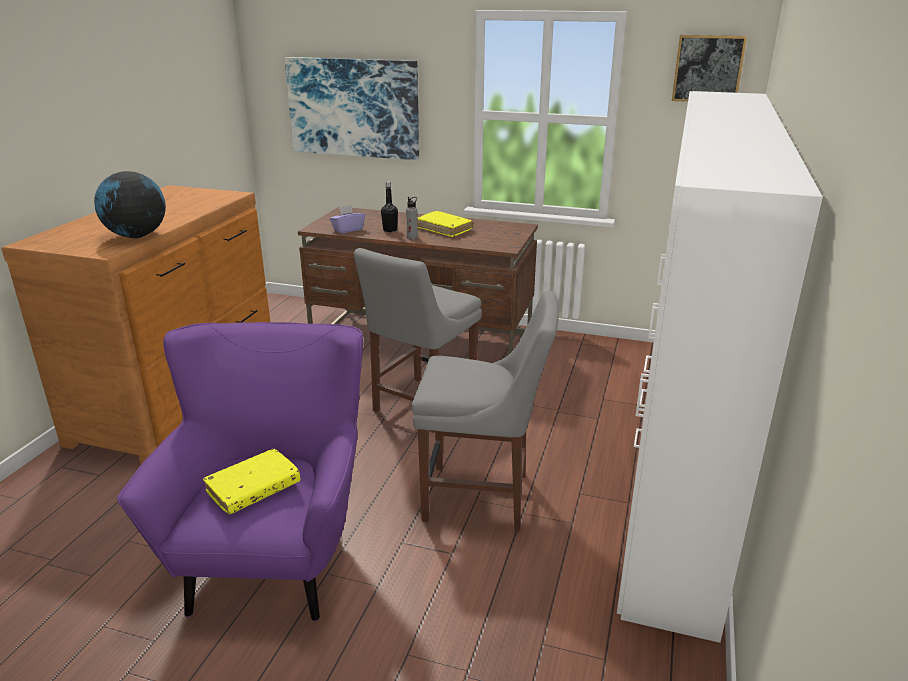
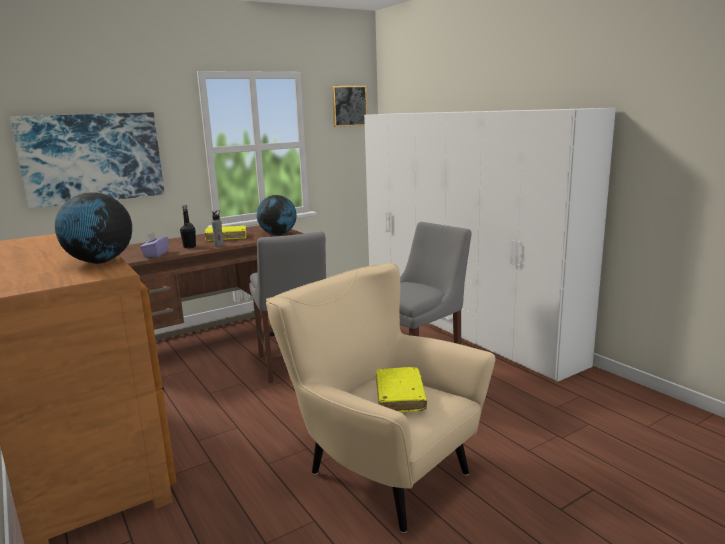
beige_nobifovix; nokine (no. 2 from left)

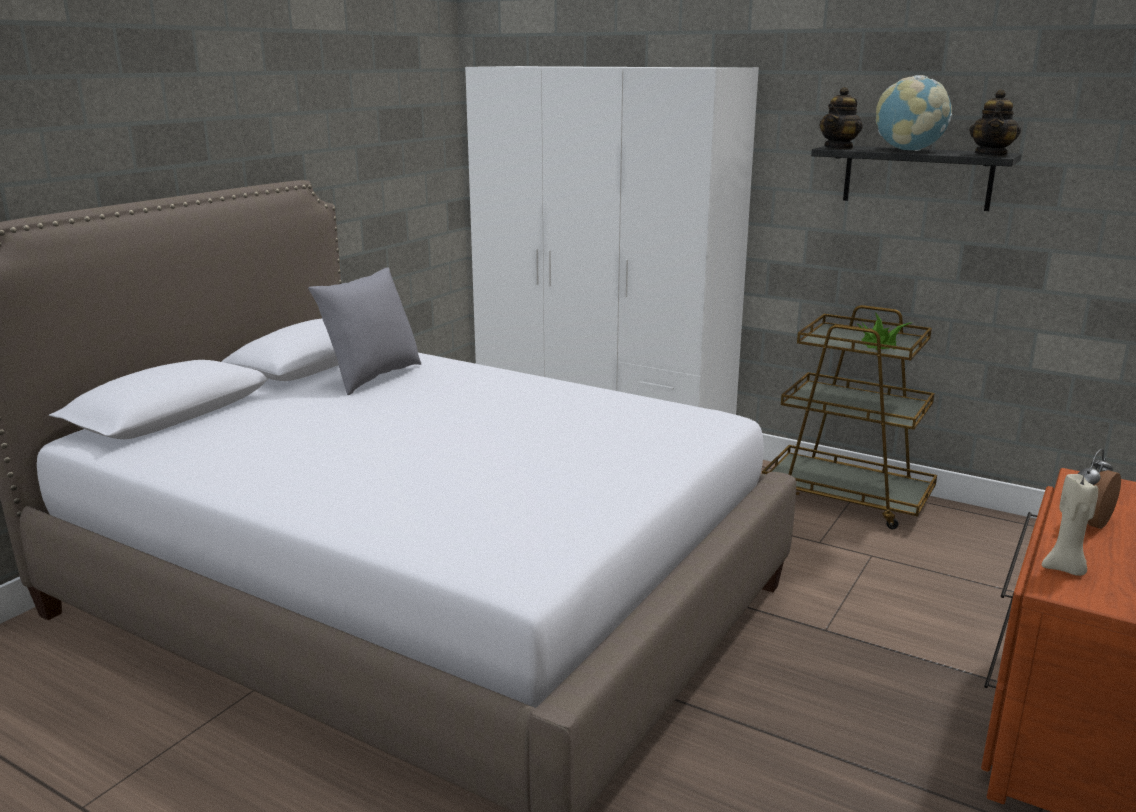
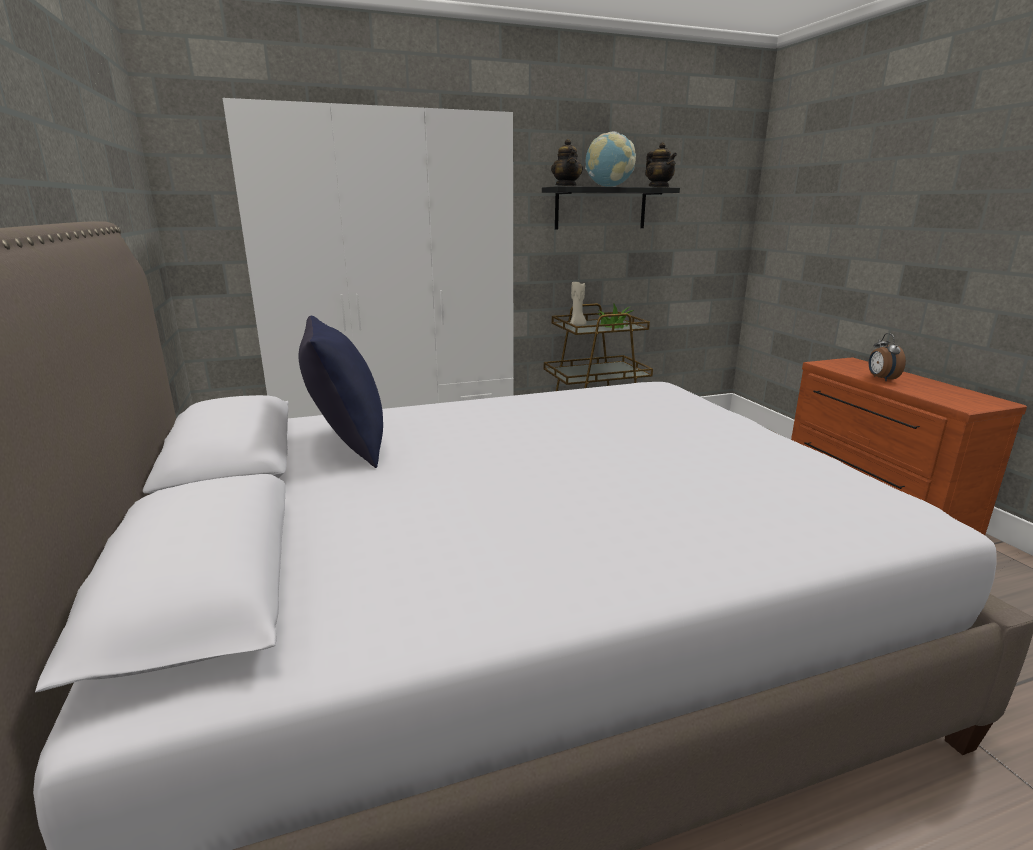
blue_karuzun; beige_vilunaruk

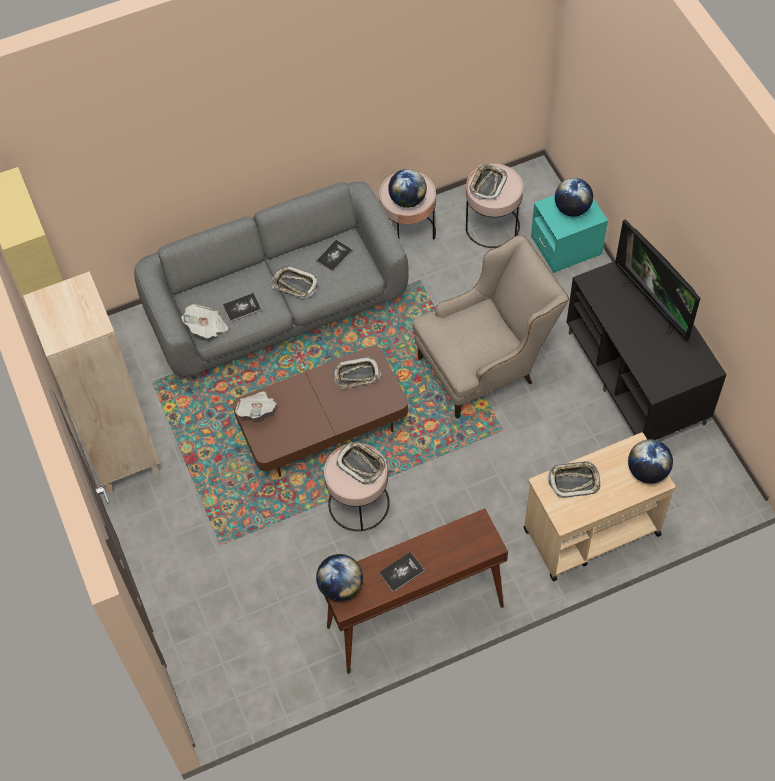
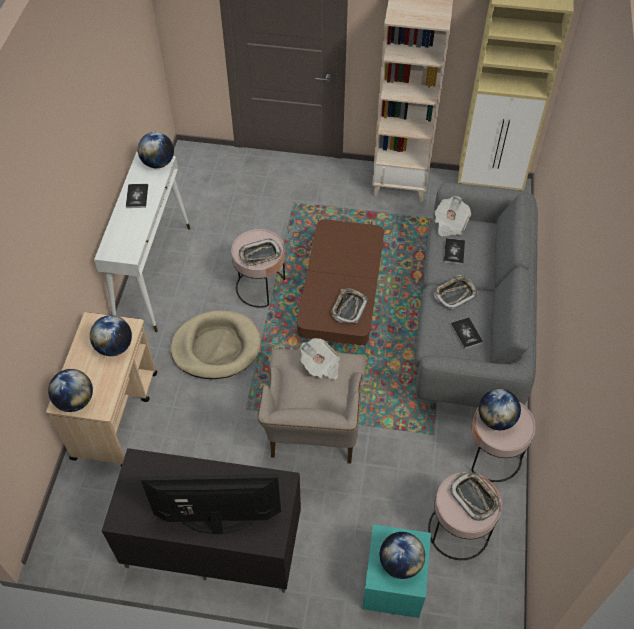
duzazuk (no. 1 from left); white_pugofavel; nokine (no. 2 from left); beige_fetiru

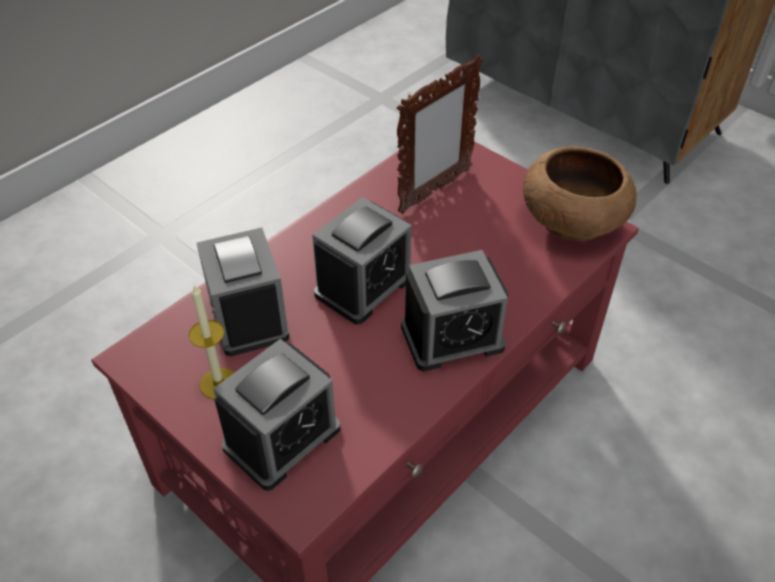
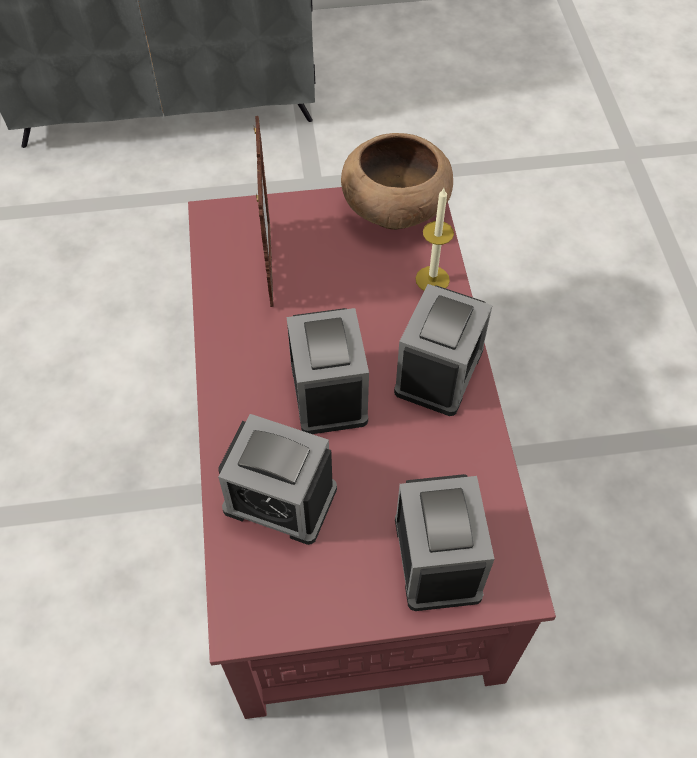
vilunaruk

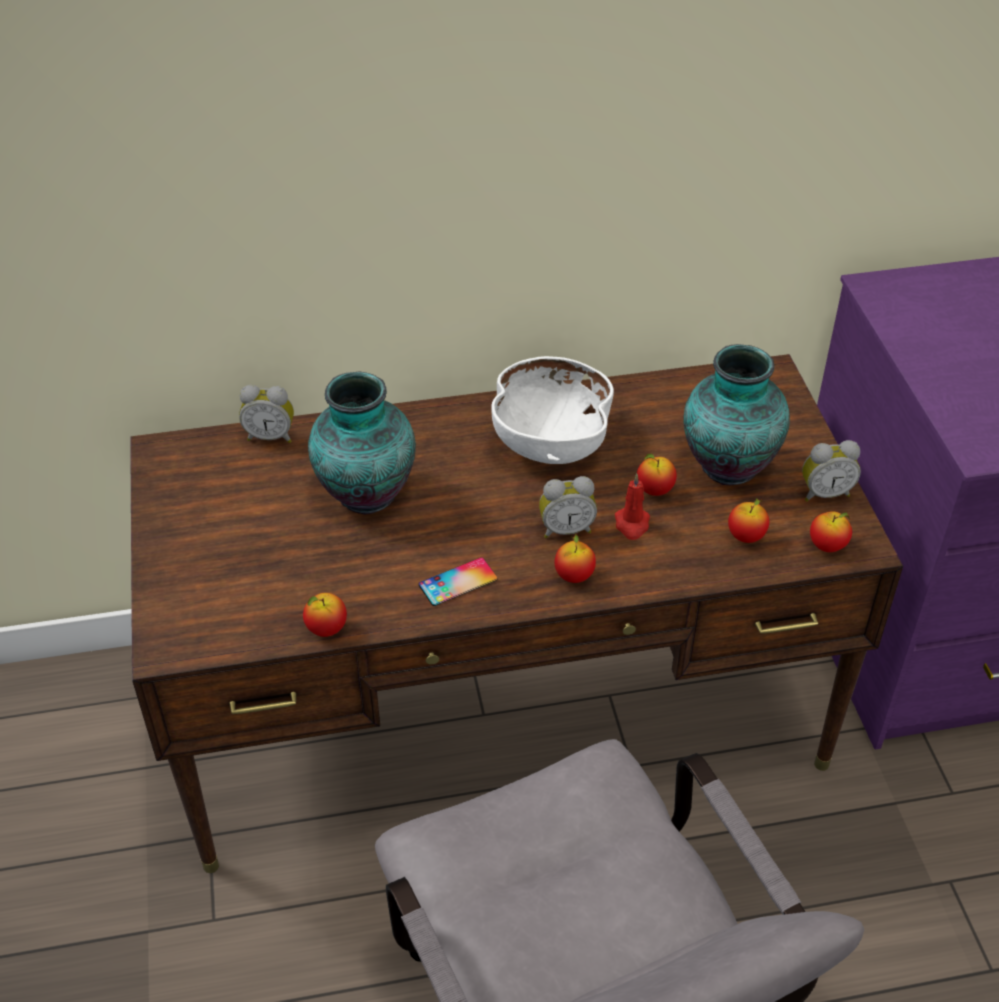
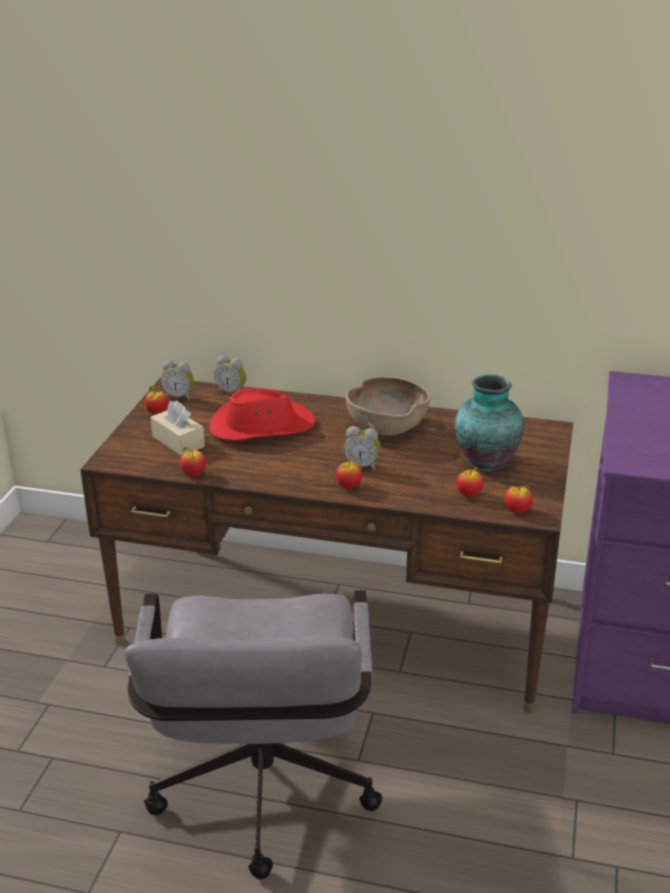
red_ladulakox; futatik; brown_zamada; red_vilunaruk; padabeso (no. 1 from left); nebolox (no. 1 from left); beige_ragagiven

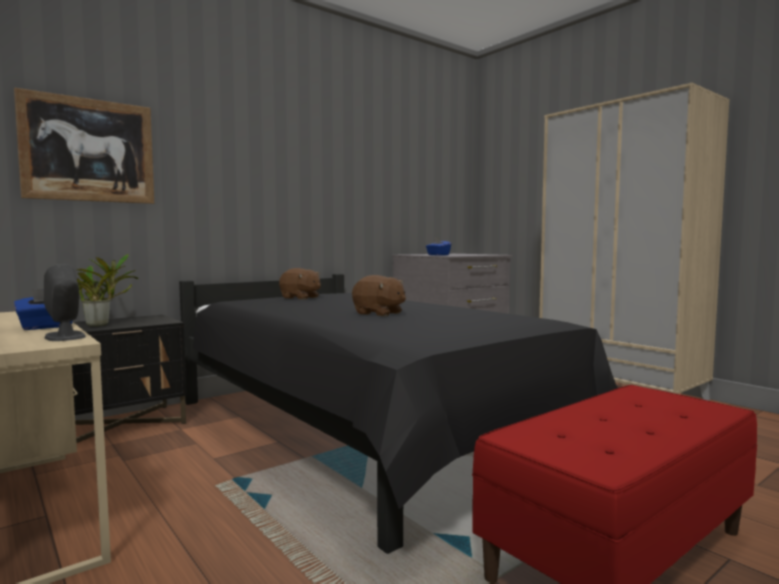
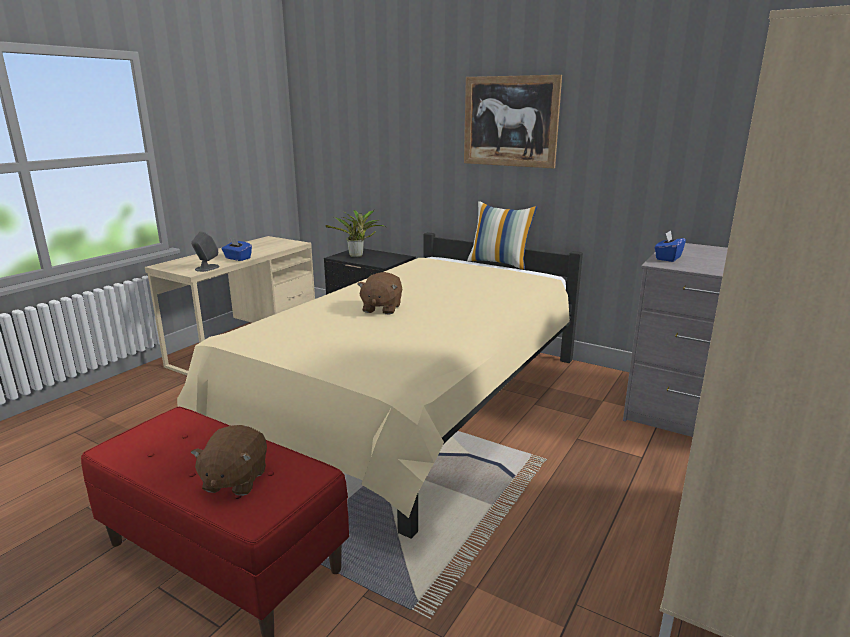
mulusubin; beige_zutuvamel; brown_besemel (no. 1 from left); karuzun

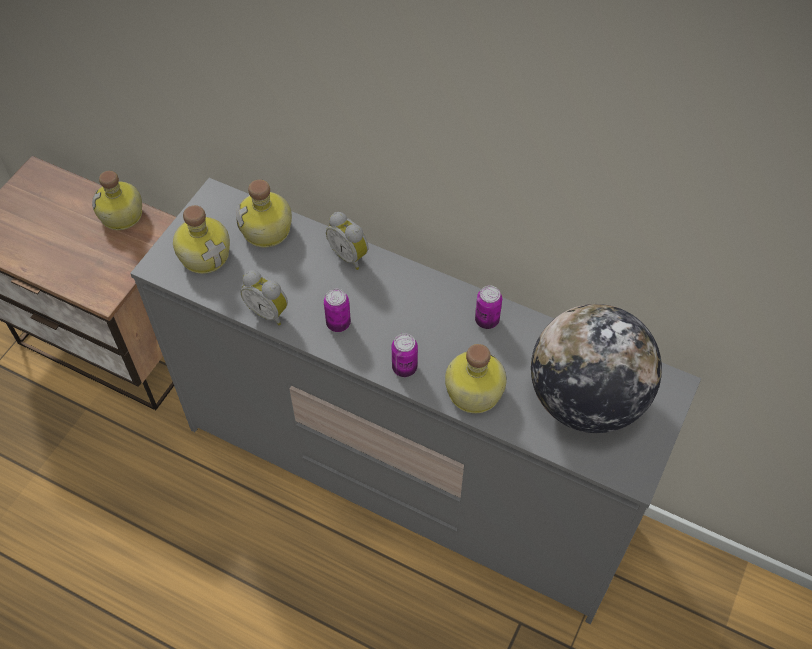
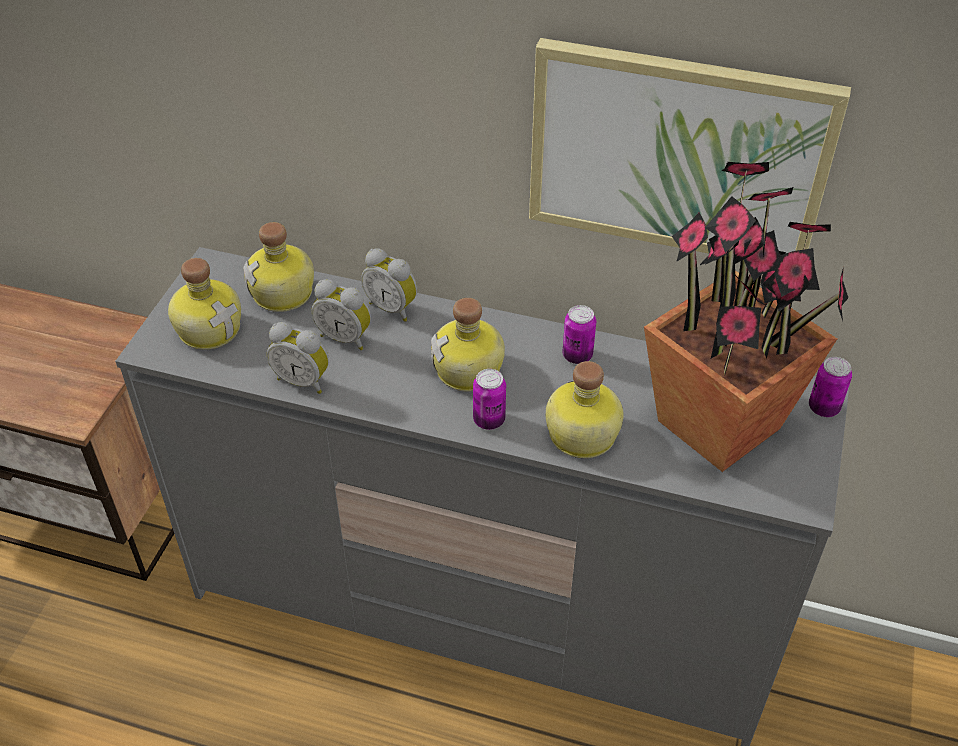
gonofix (no. 3 from left); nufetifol (no. 3 from left); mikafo; nebolox (no. 2 from left); mulusubin

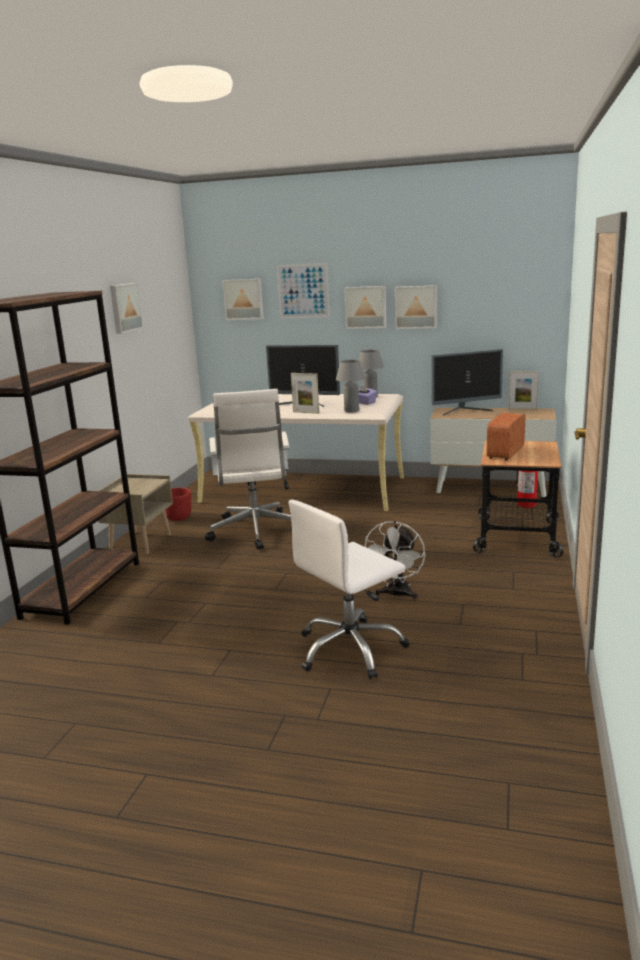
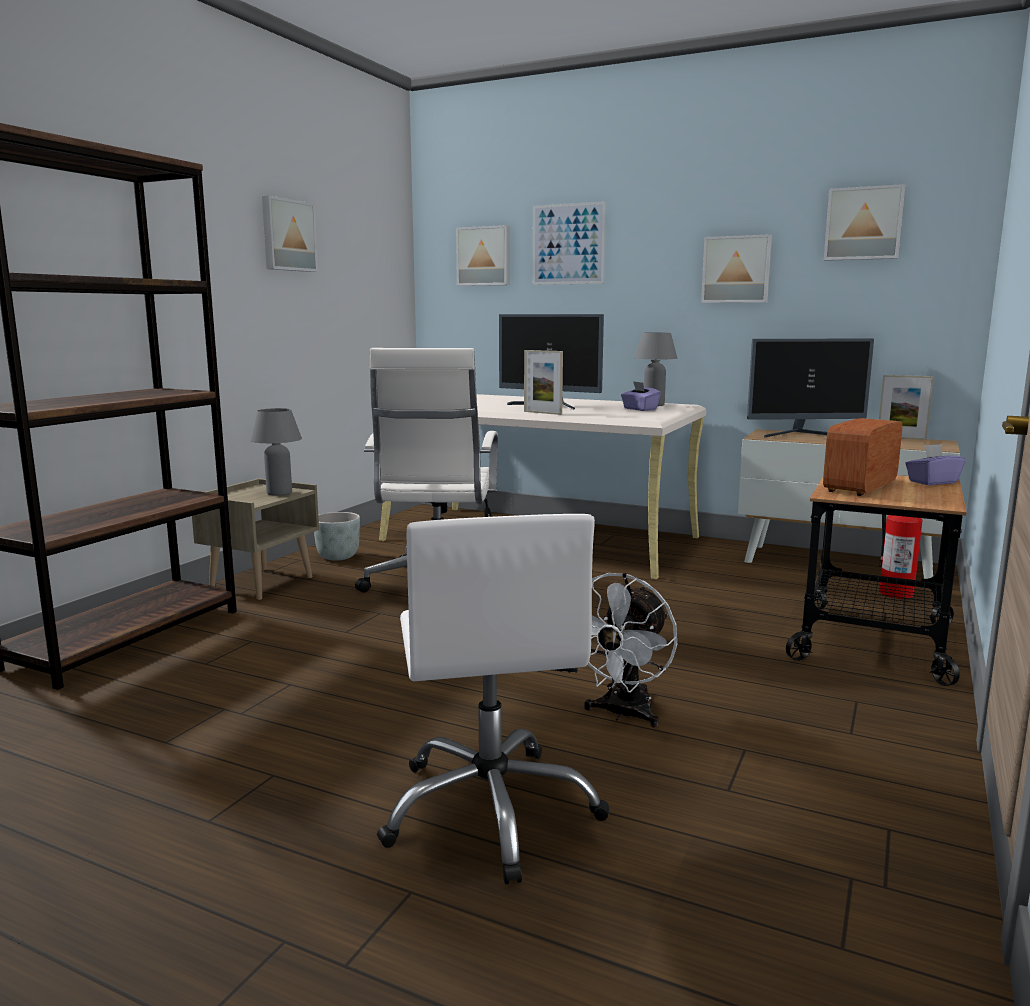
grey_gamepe; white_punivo (no. 2 from left); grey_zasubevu (no. 1 from left); mulusubin (no. 5 from left); purple_ragagiven (no. 2 from left)

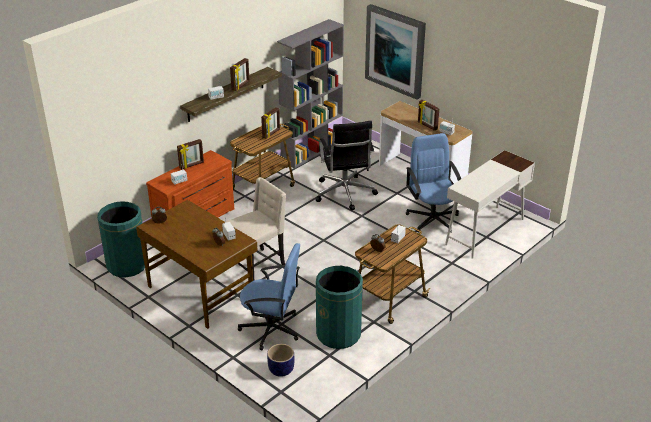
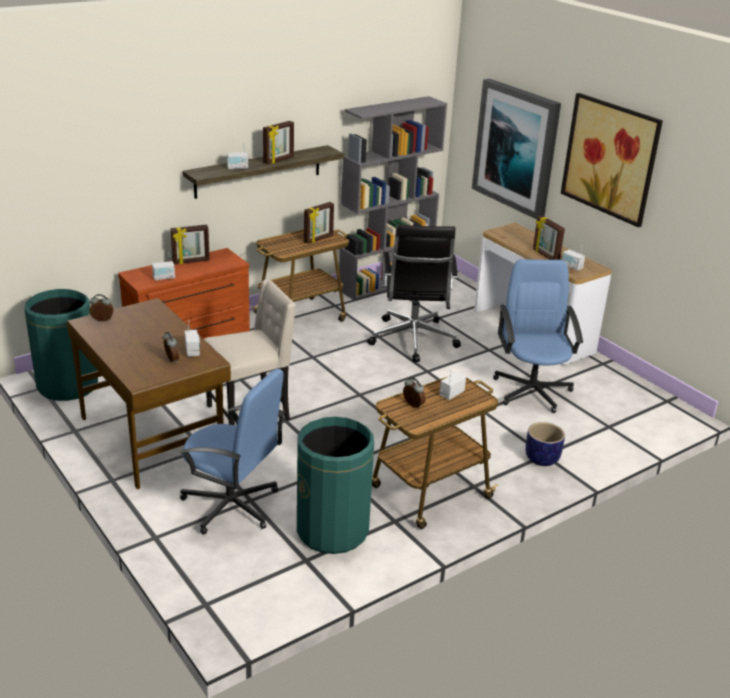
gamepe; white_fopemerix; mulusubin (no. 2 from left)

